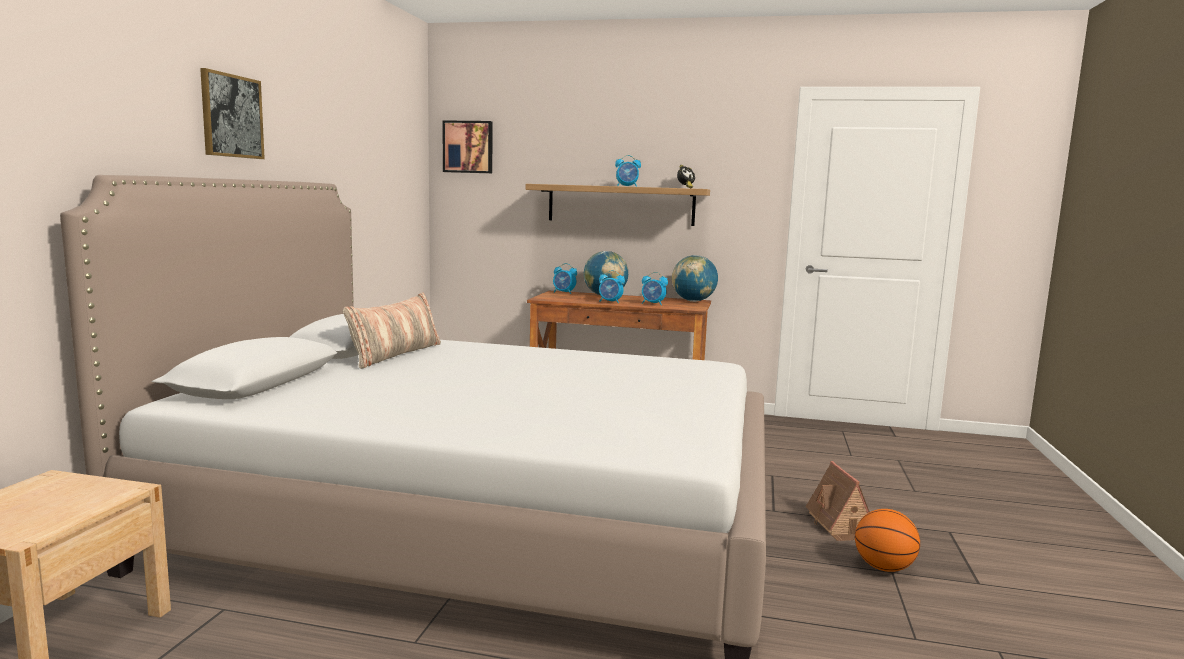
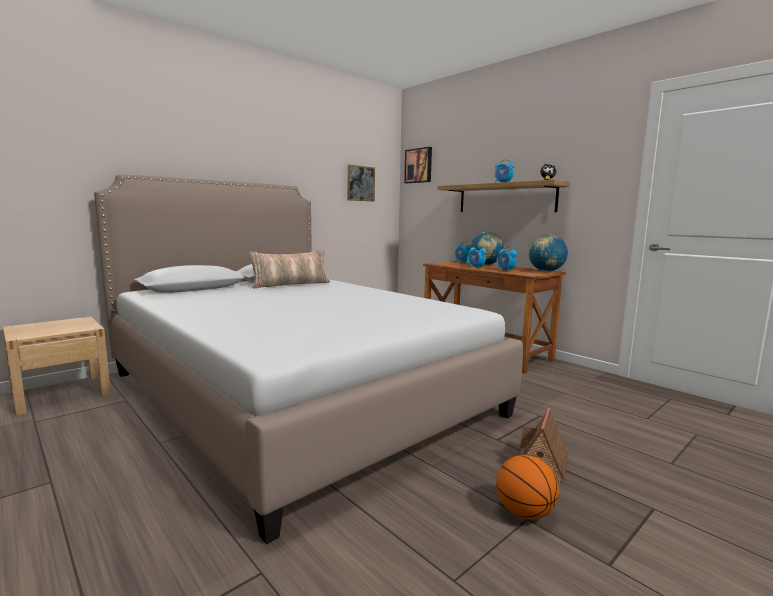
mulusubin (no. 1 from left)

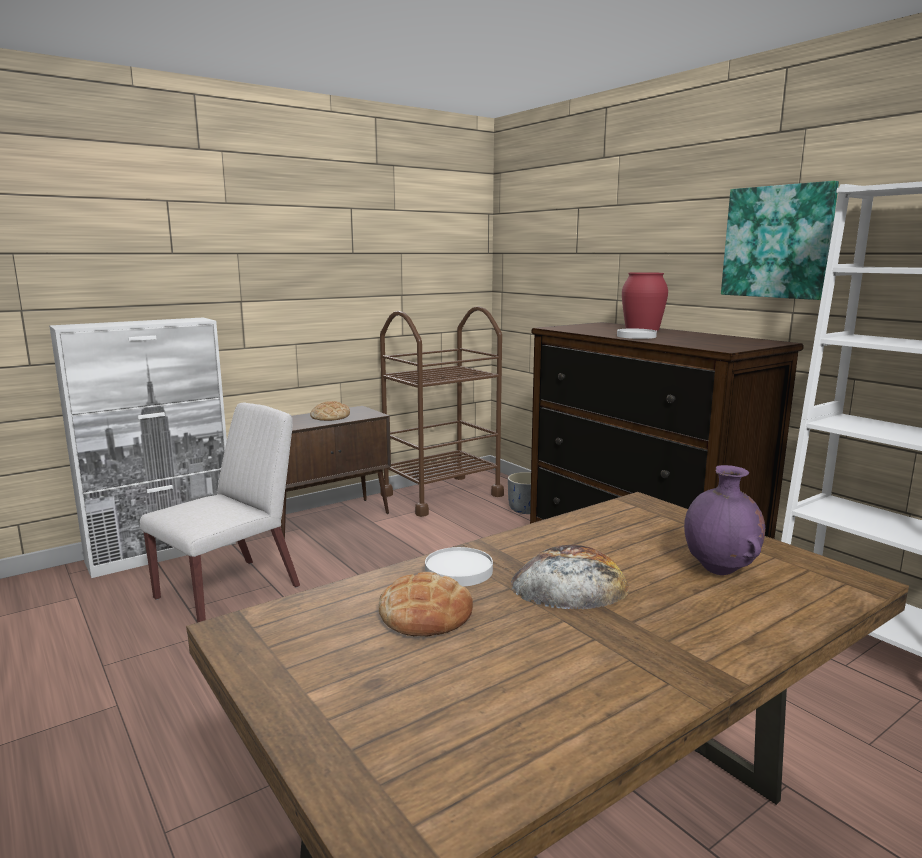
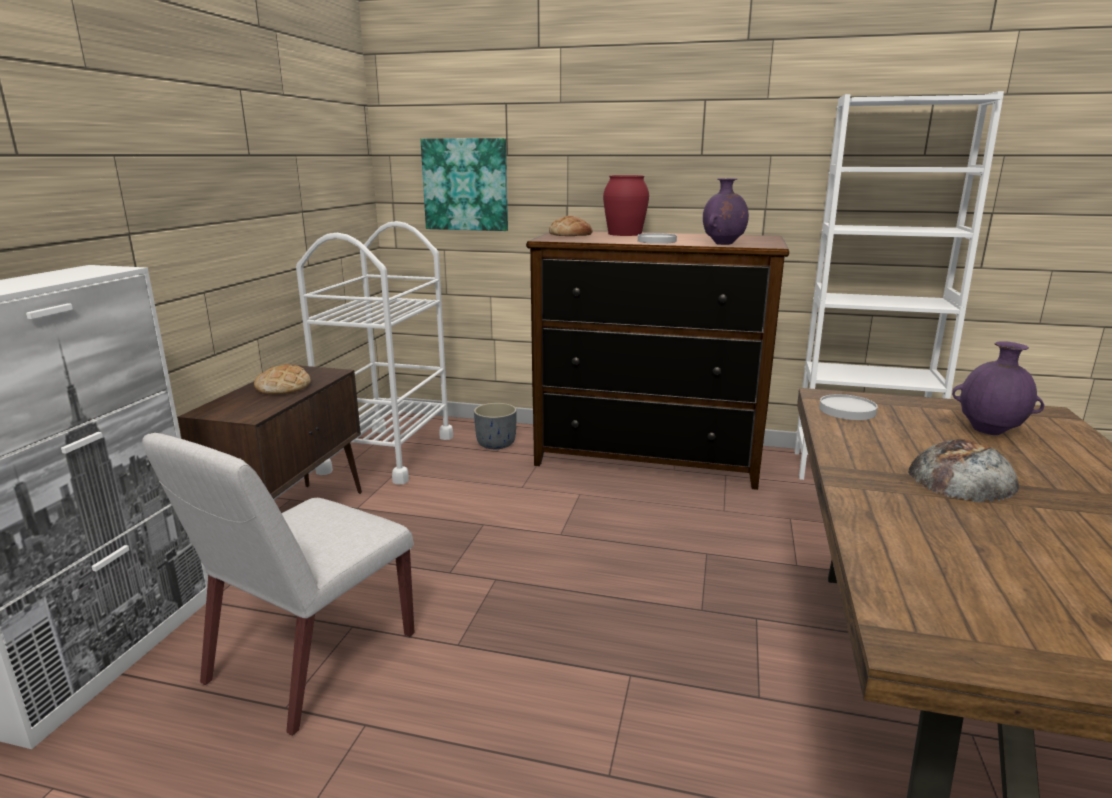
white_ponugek; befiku (no. 2 from left); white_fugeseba; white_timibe (no. 2 from left); mulusubin; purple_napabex (no. 1 from left)

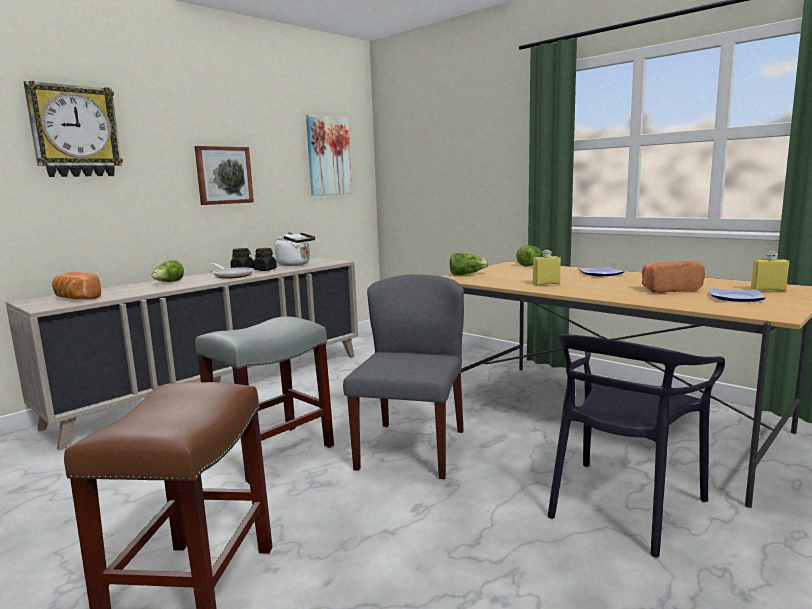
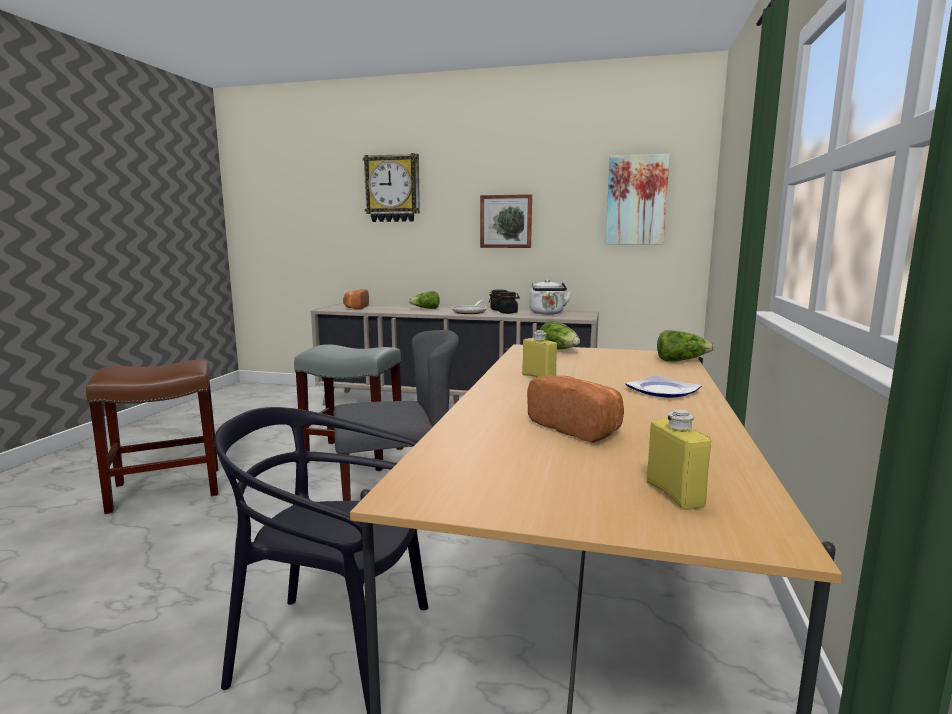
timibe (no. 2 from left in the first image)

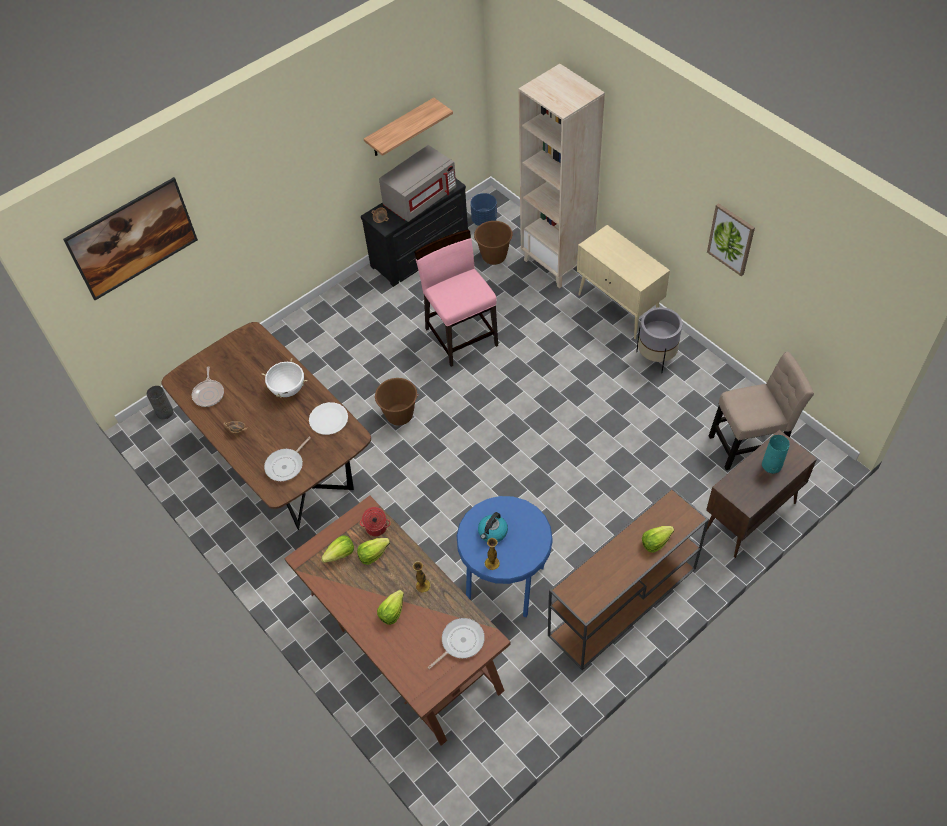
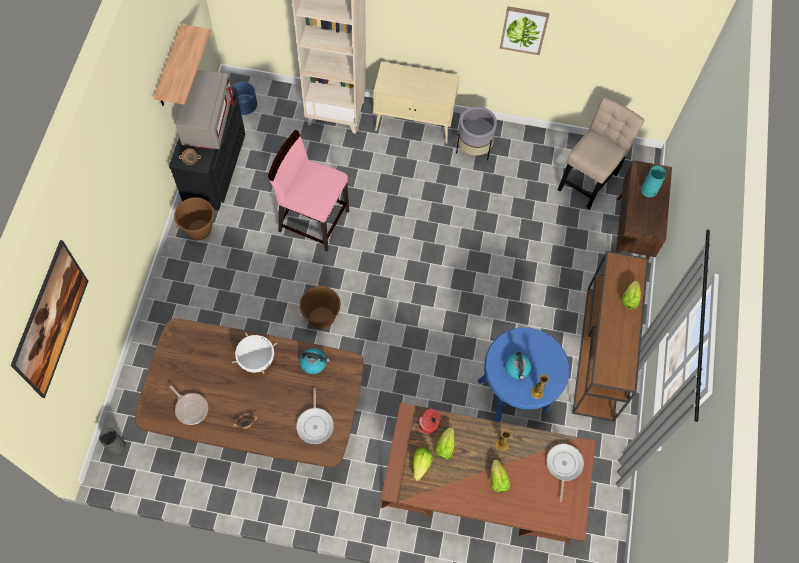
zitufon (no. 1 from left); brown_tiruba (no. 1 from left)

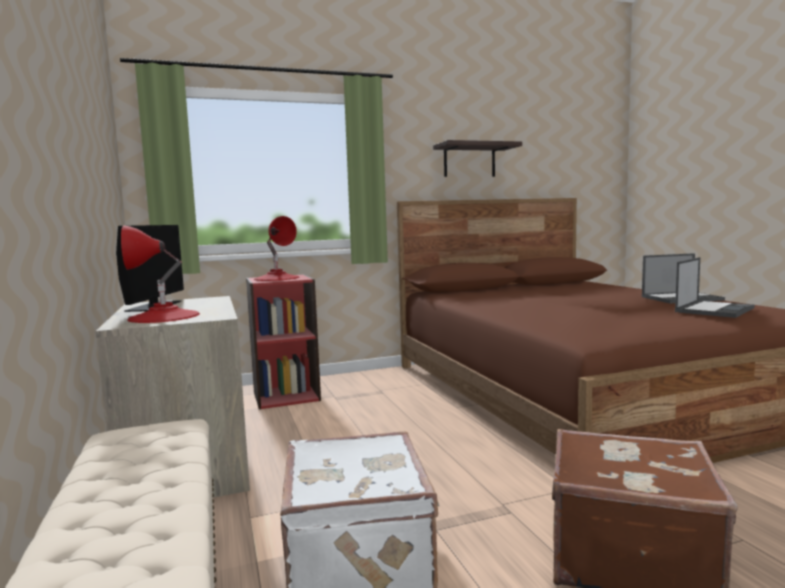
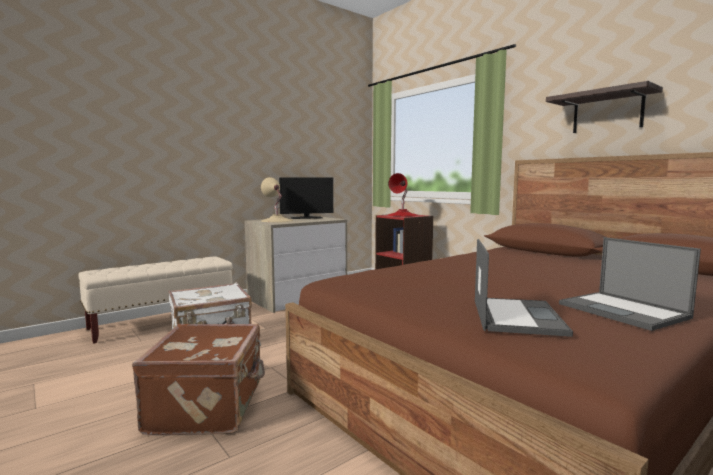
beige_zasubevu; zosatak (no. 1 from left)

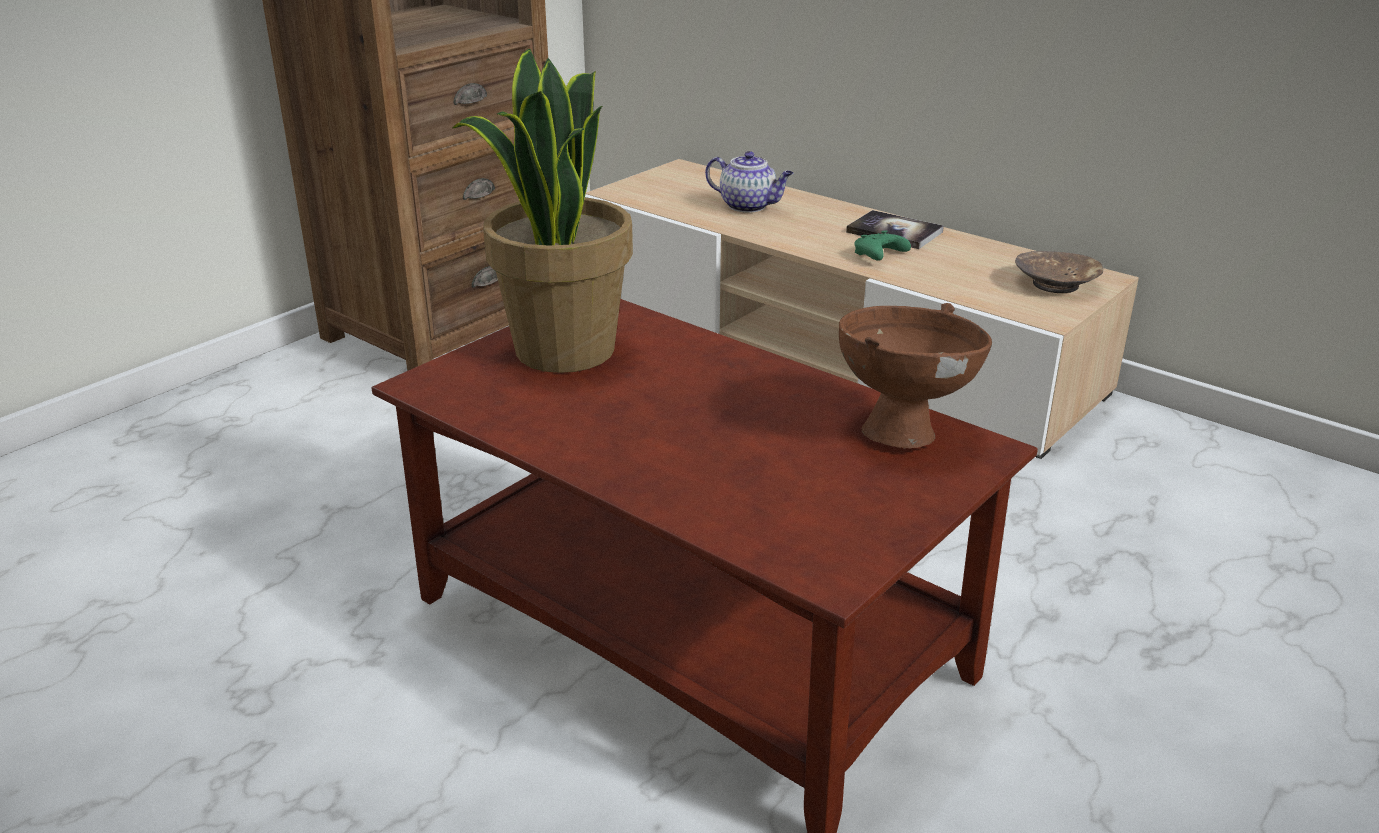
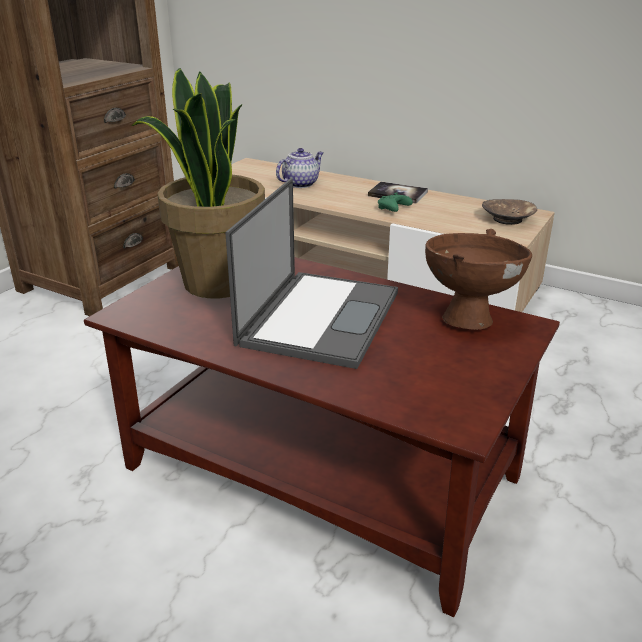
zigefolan; zosatak

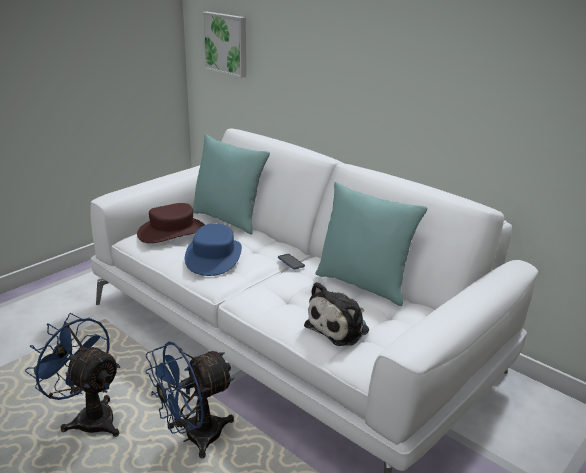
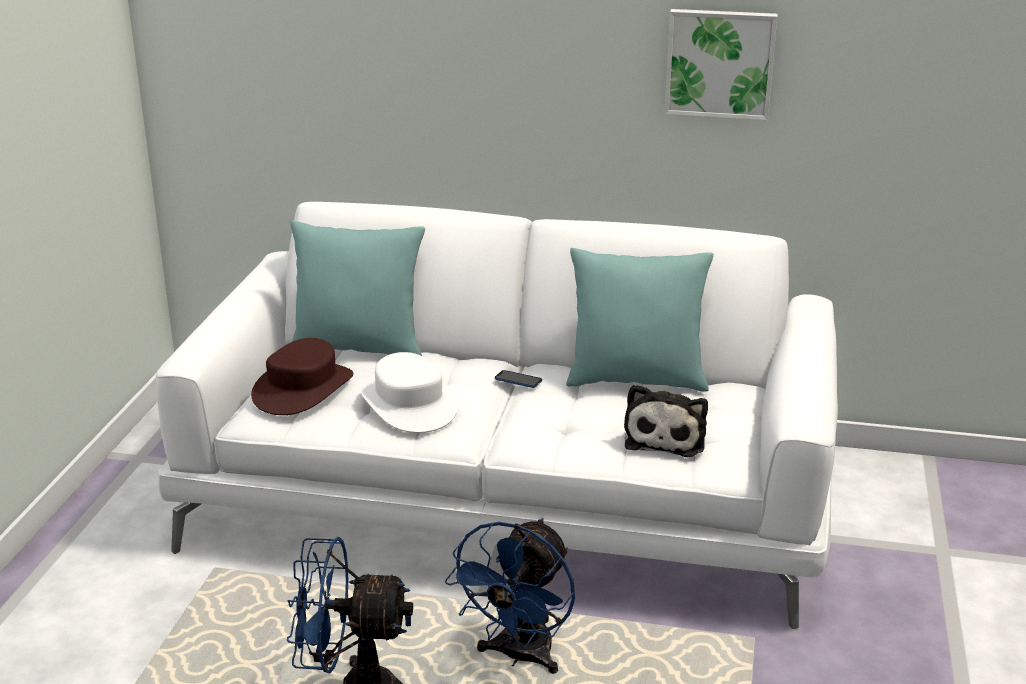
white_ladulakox; mulusubin

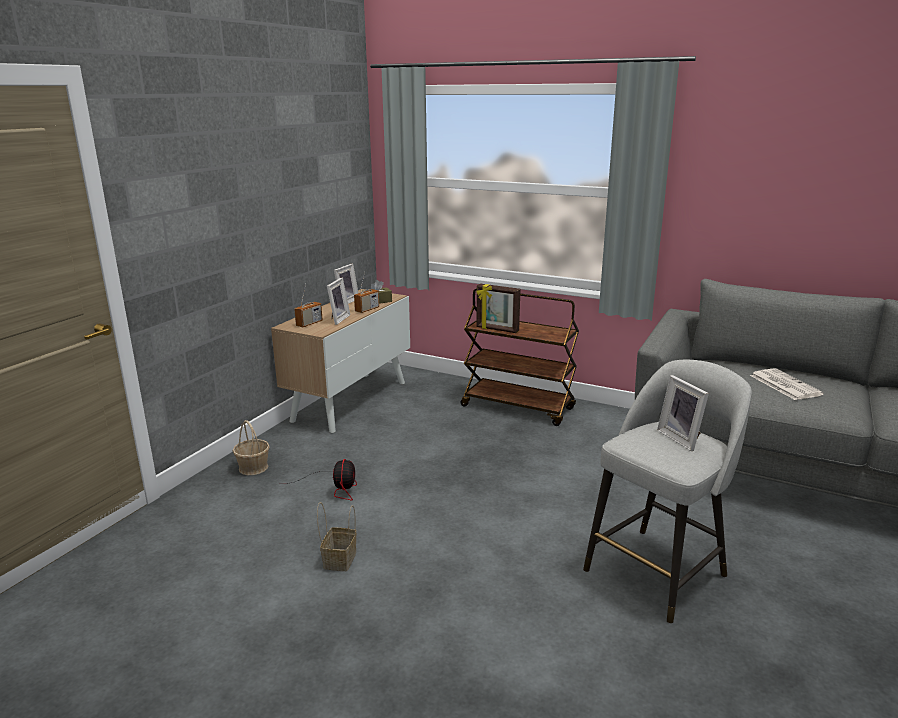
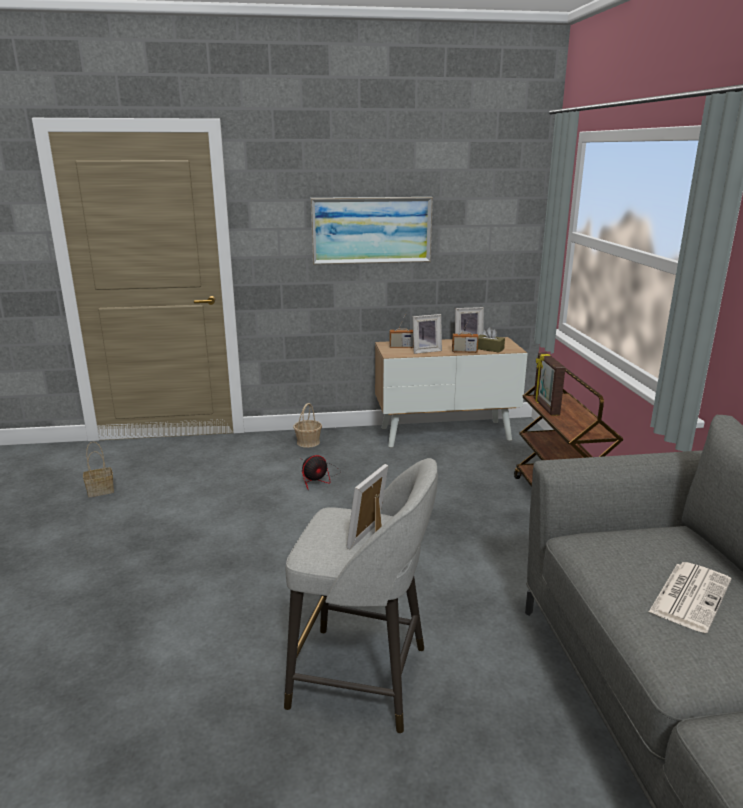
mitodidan (no. 1 from left); mulusubin

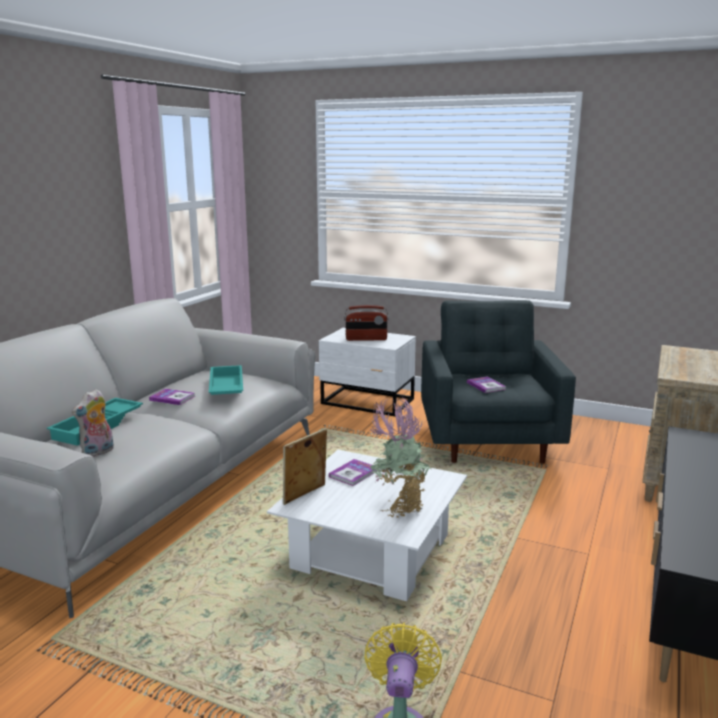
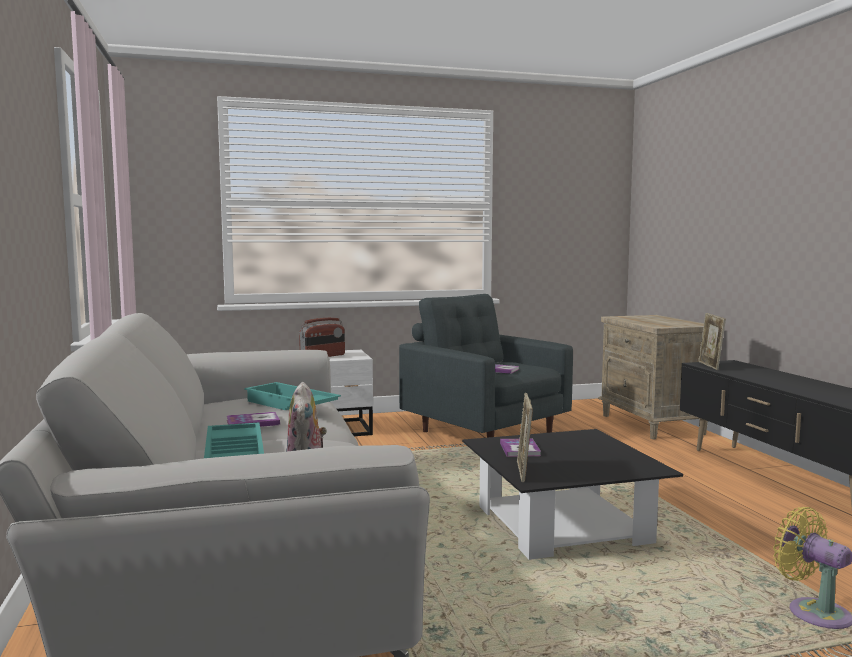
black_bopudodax; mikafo; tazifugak (no. 2 from left)

